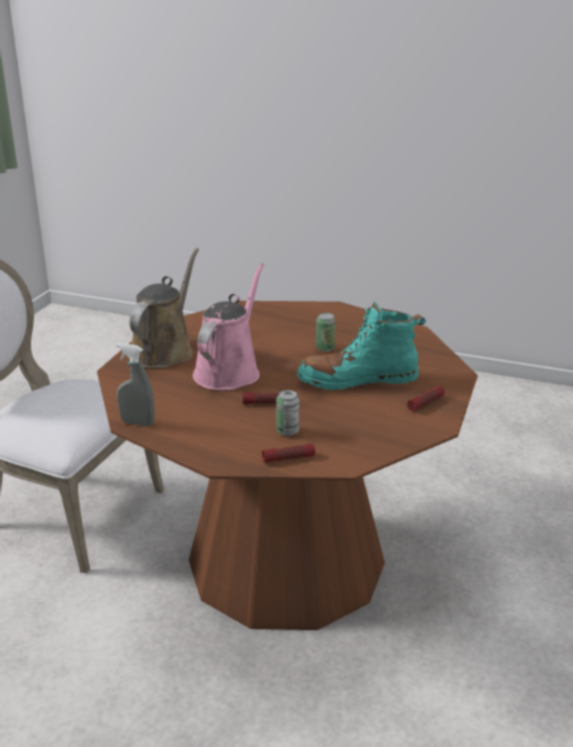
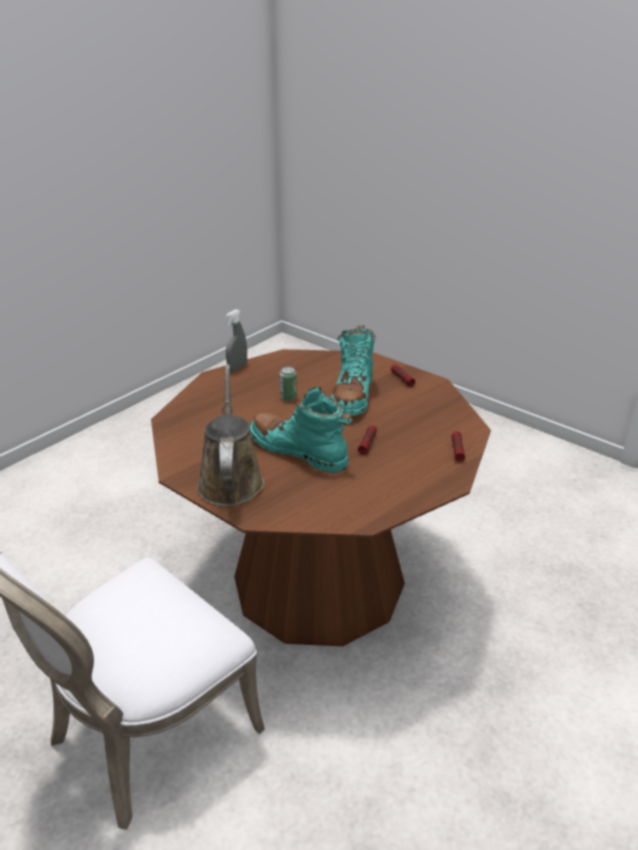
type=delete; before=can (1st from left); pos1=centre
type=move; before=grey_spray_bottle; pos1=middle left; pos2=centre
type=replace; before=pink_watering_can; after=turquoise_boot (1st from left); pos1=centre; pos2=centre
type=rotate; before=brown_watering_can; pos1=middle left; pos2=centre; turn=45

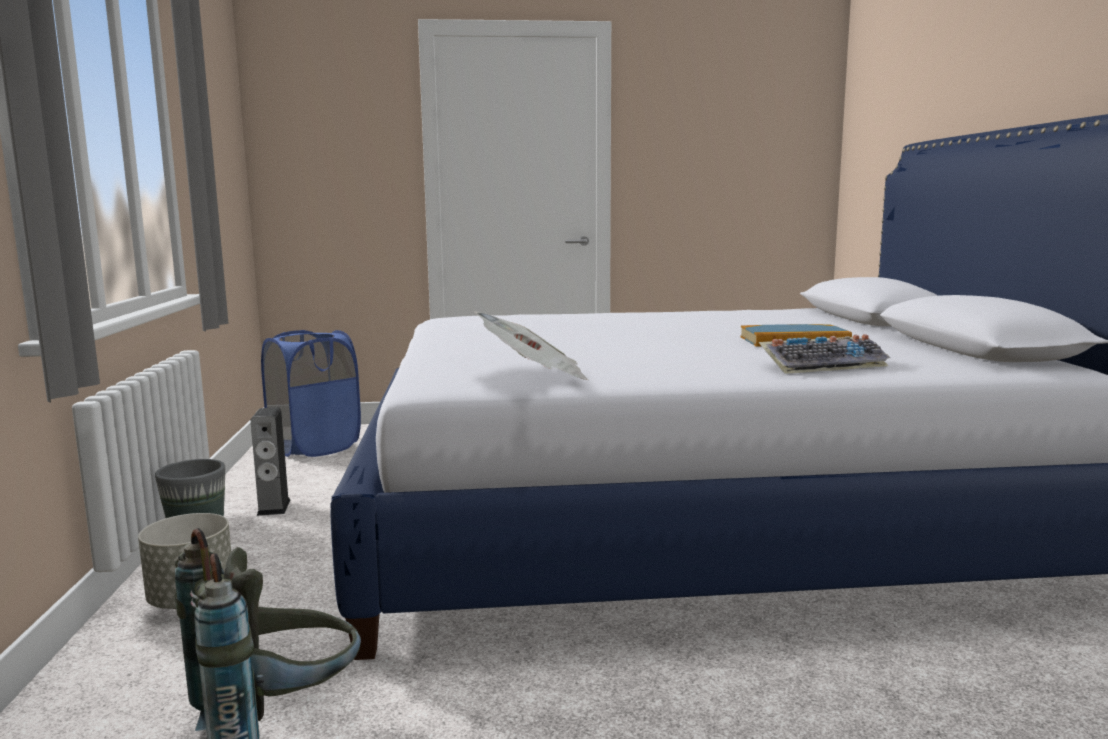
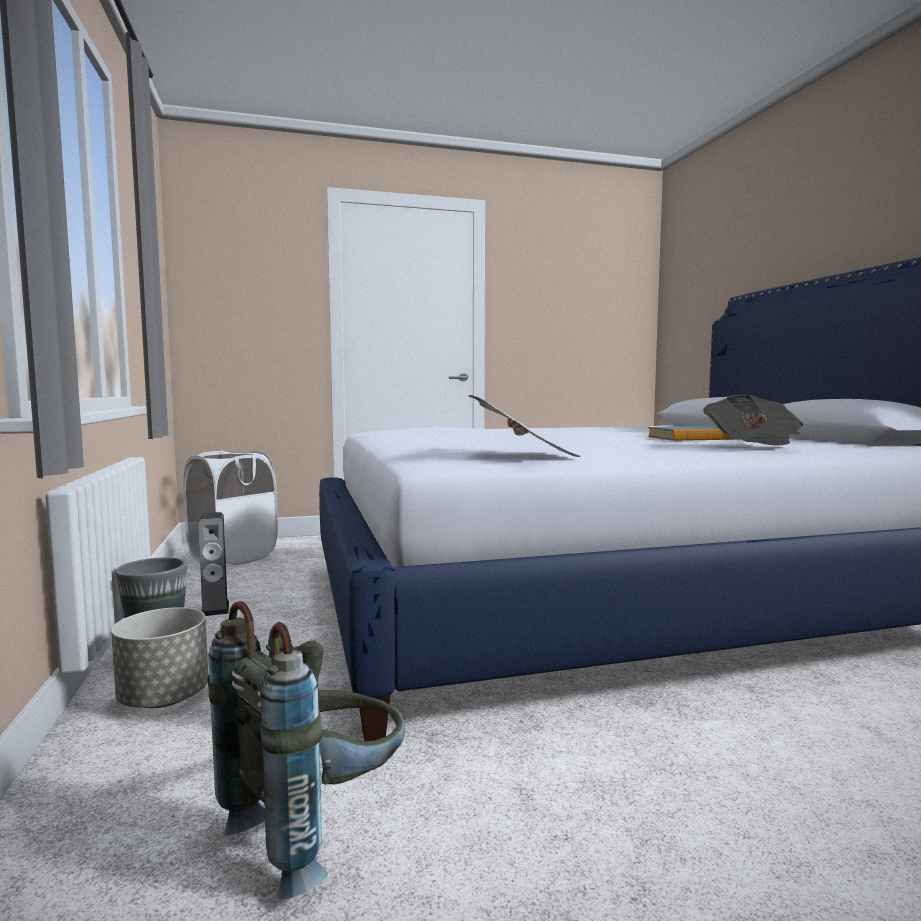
type=replace; before=keyboard; after=newspaper (2nd from left); pos1=middle right; pos2=middle right
type=recolor; before=blue_laundry_basket; after=white_laundry_basket; pos1=middle left; pos2=middle left

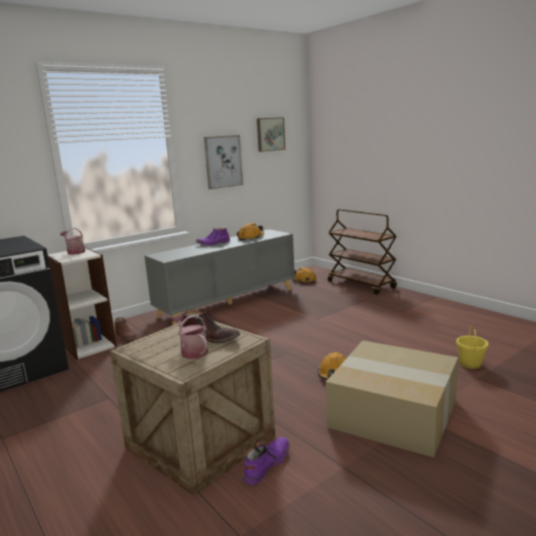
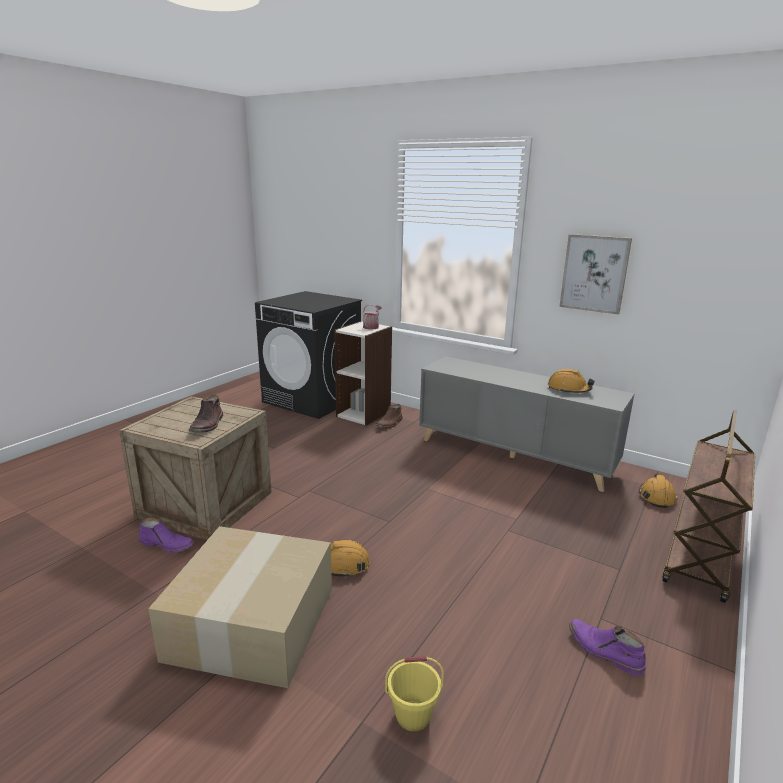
type=delete; before=watering_can (2nd from left); pos1=centre
type=delete; before=picture (2nd from left); pos1=top centre
type=move; before=purple_boot (1st from left in the first image); after=purple_boot (2nd from left); pos1=centre; pos2=bottom right

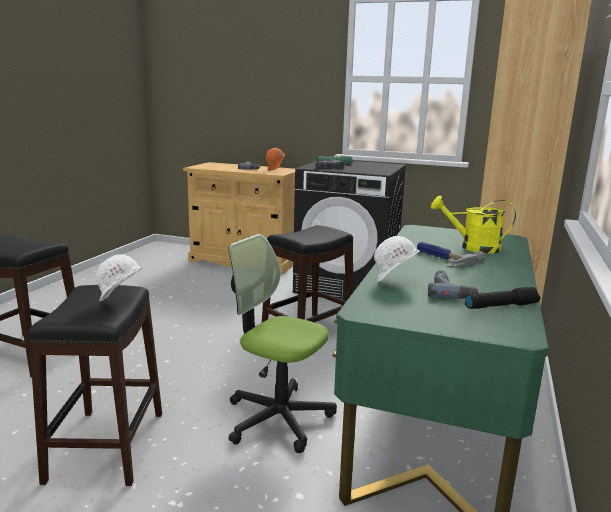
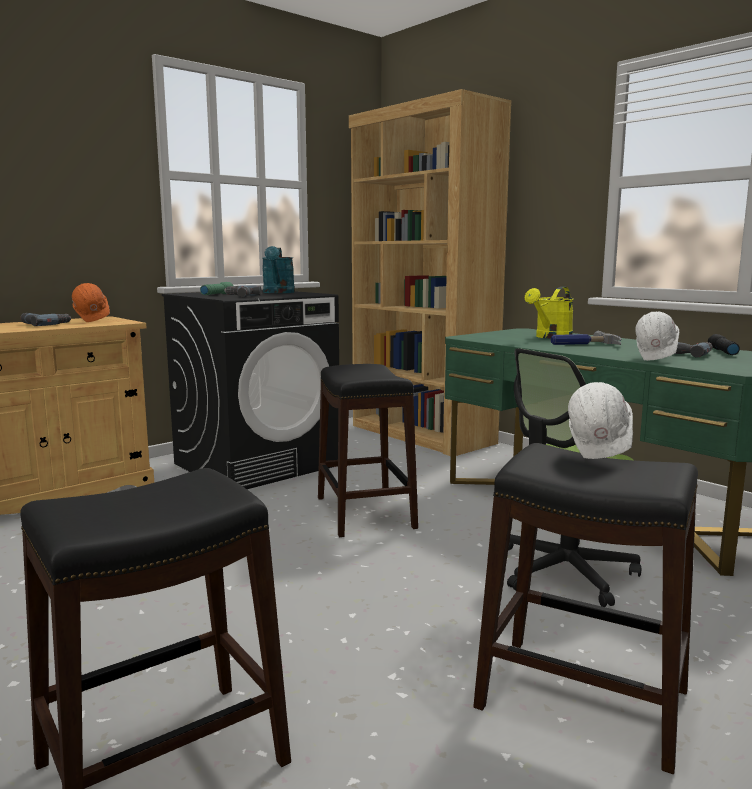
type=insert; after=turquoise_watering_can; pos2=centre

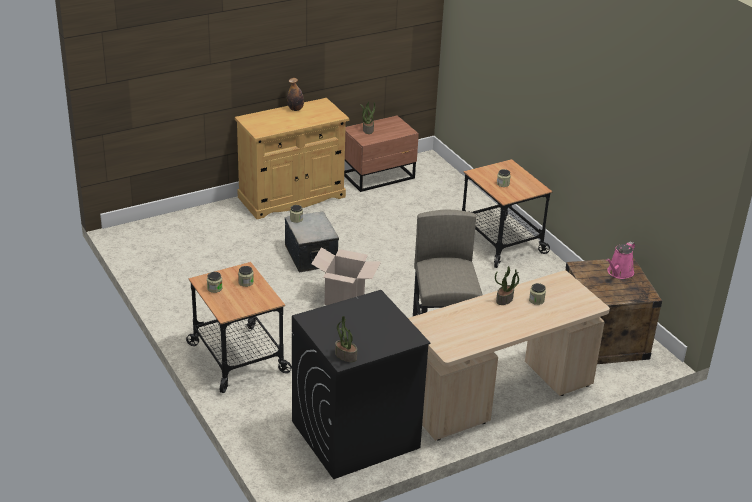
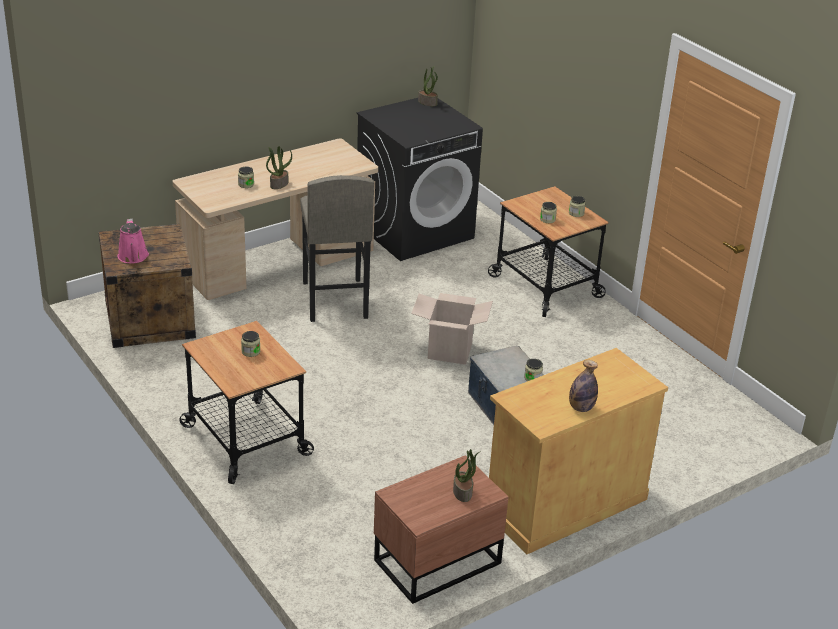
type=rotate; before=pink_watering_can; pos1=middle right; pos2=middle left; turn=135

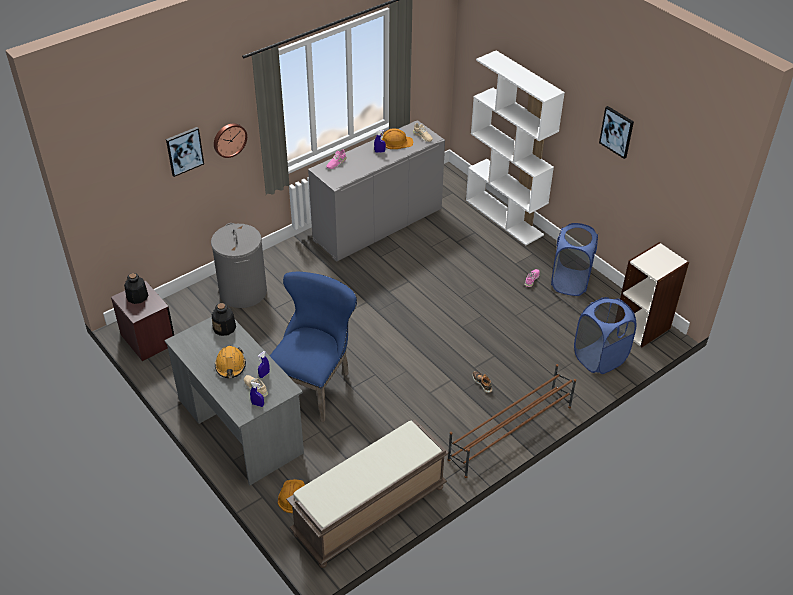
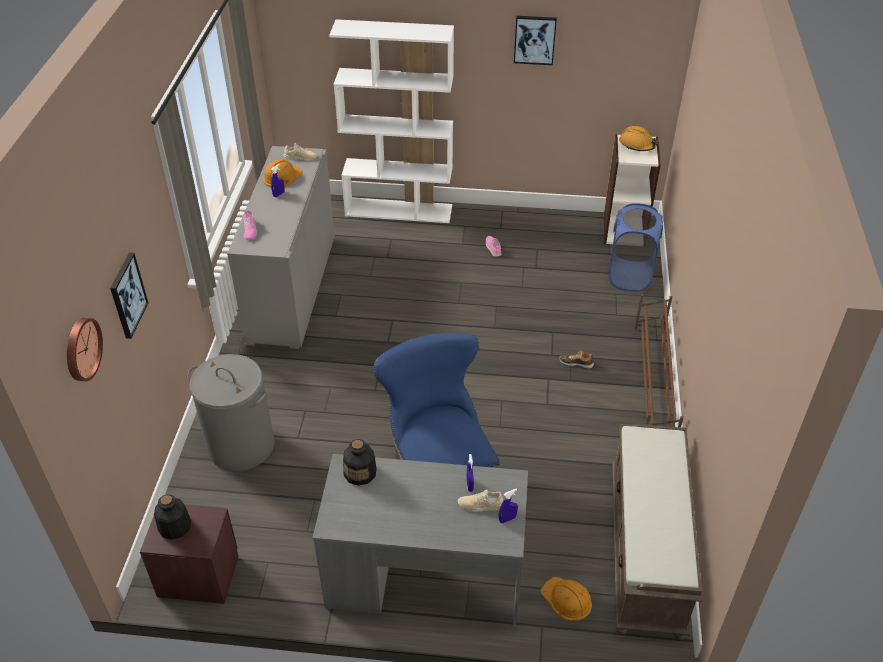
type=delete; before=blue_laundry_basket (1st from left); pos1=middle right
type=move; before=wall_clock; pos1=top left; pos2=middle left
type=move; before=orange_hard_hat (1st from left in the first image); after=orange_hard_hat (3rd from left); pos1=middle left; pos2=top right

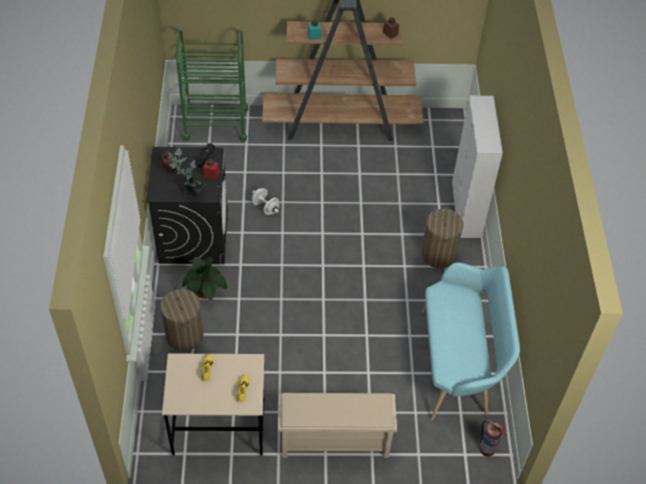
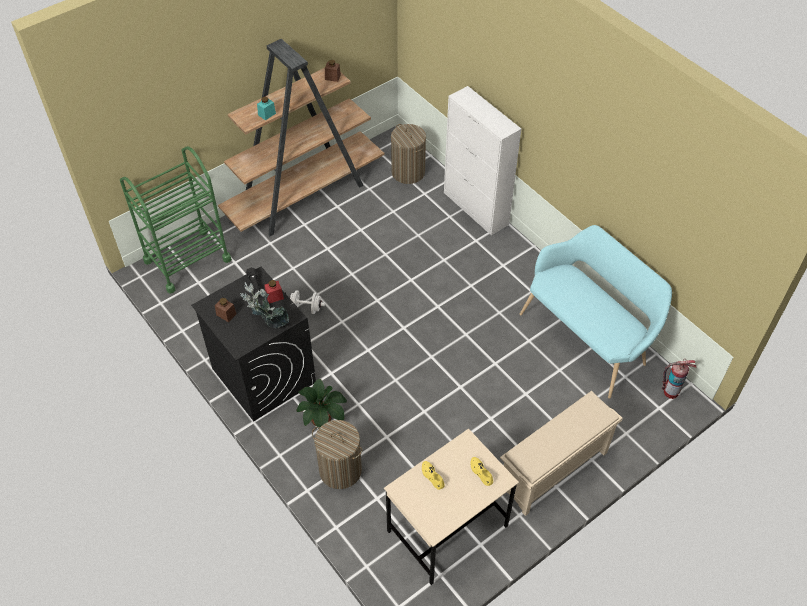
type=move; before=laundry_basket (2nd from left); pos1=middle right; pos2=top centre

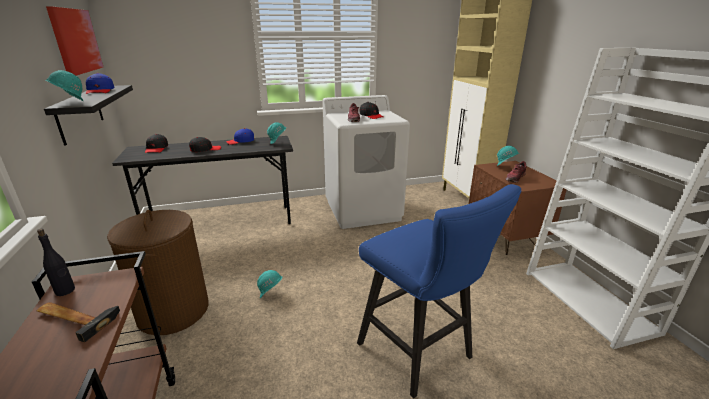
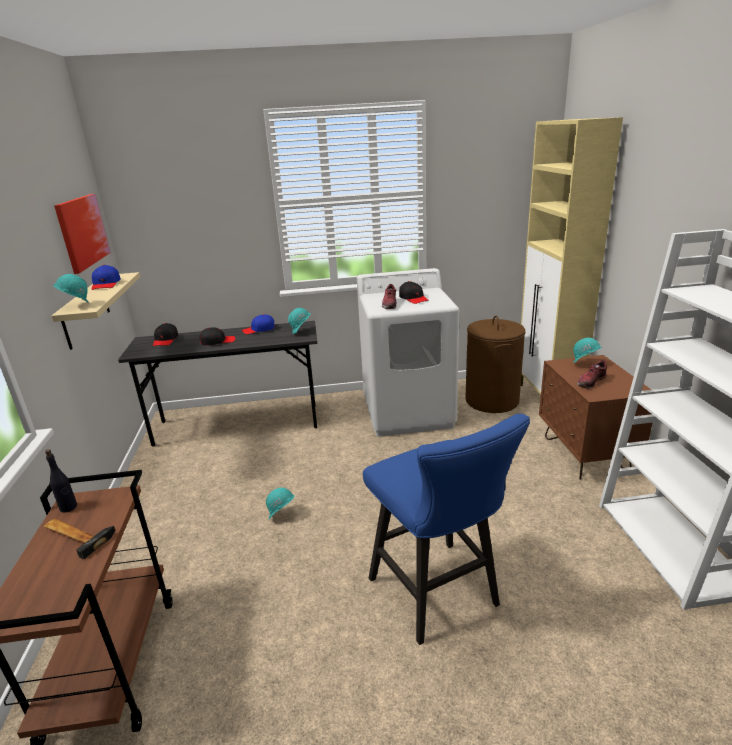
type=move; before=brown_laundry_basket; pos1=bottom left; pos2=middle right
type=recolor; before=black_shelf; after=beige_shelf; pos1=top left; pos2=middle left

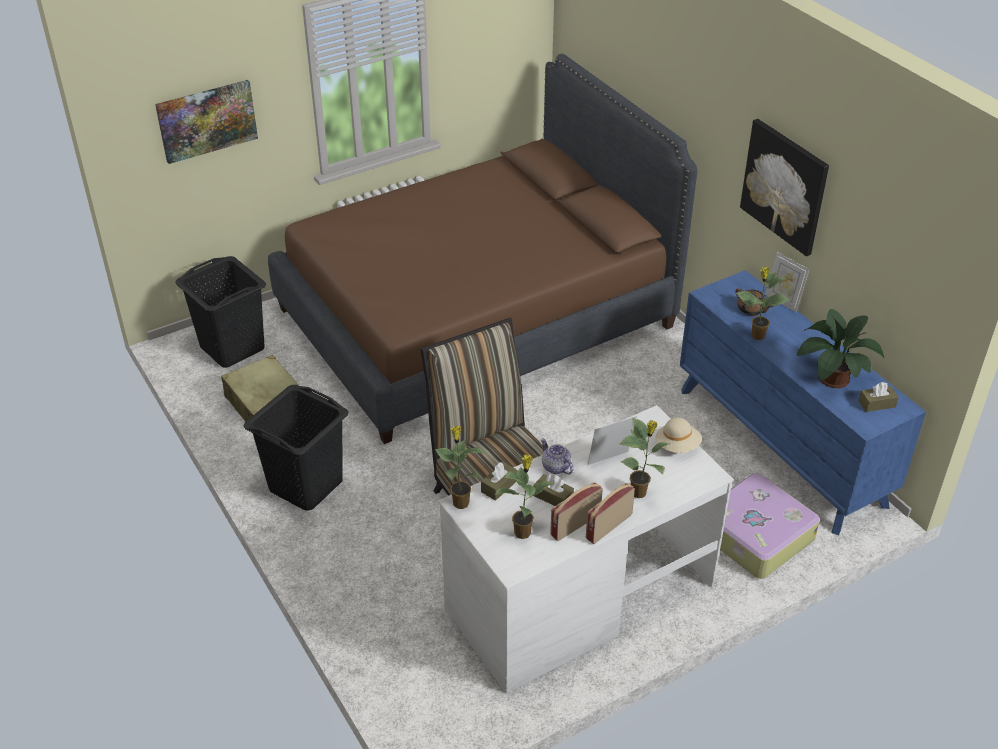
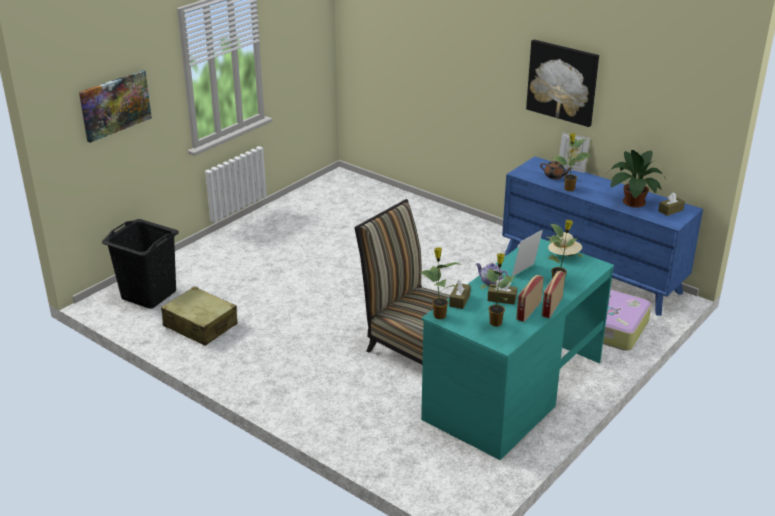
type=delete; before=black_laundry_basket (2nd from left); pos1=middle left
type=delete; before=brown_bed; pos1=top centre
type=recolor; before=white_desk; after=turquoise_desk; pos1=bottom centre; pos2=bottom right

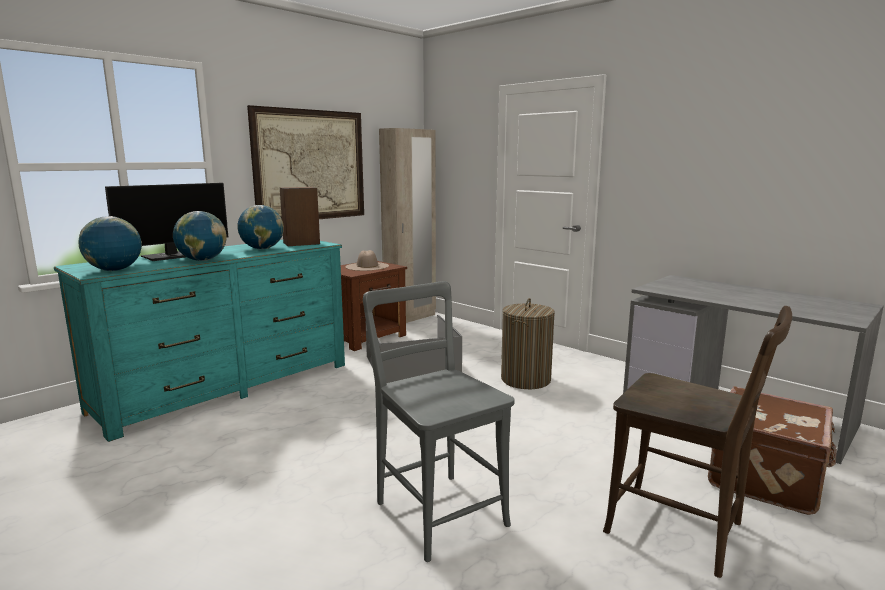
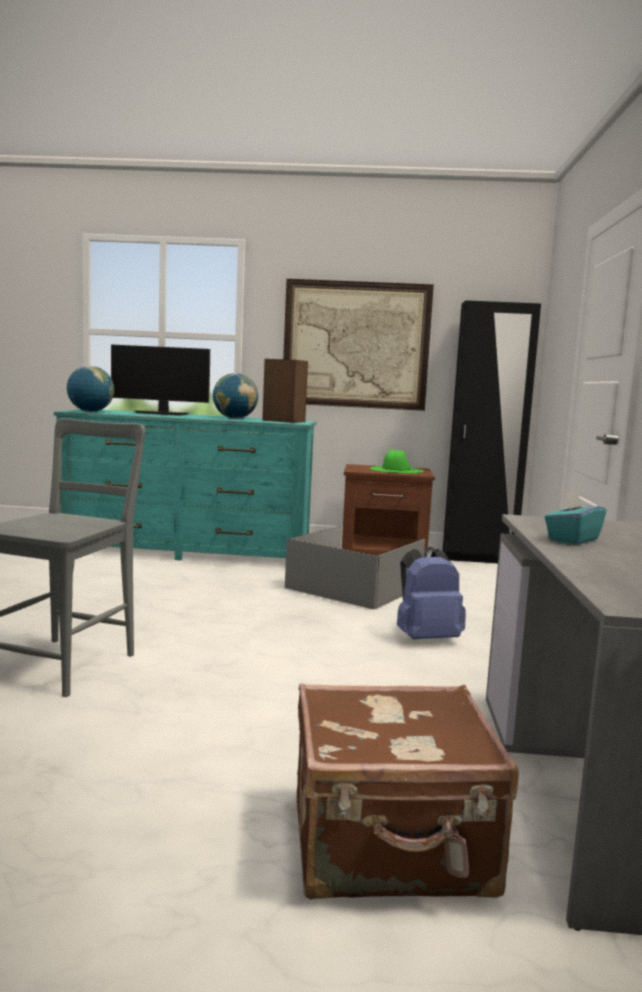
type=delete; before=globe (2nd from left); pos1=middle left
type=delete; before=brown_chair; pos1=bottom right
type=insert; after=turquoise_tissue_box; pos2=middle right
type=replace; before=laundry_basket; after=blue_backpack; pos1=centre; pos2=middle right
type=recolor; before=beige_hat; after=green_hat; pos1=centre; pos2=centre
type=recolor; before=beige_wardrobe; after=black_wardrobe; pos1=centre; pos2=middle right

